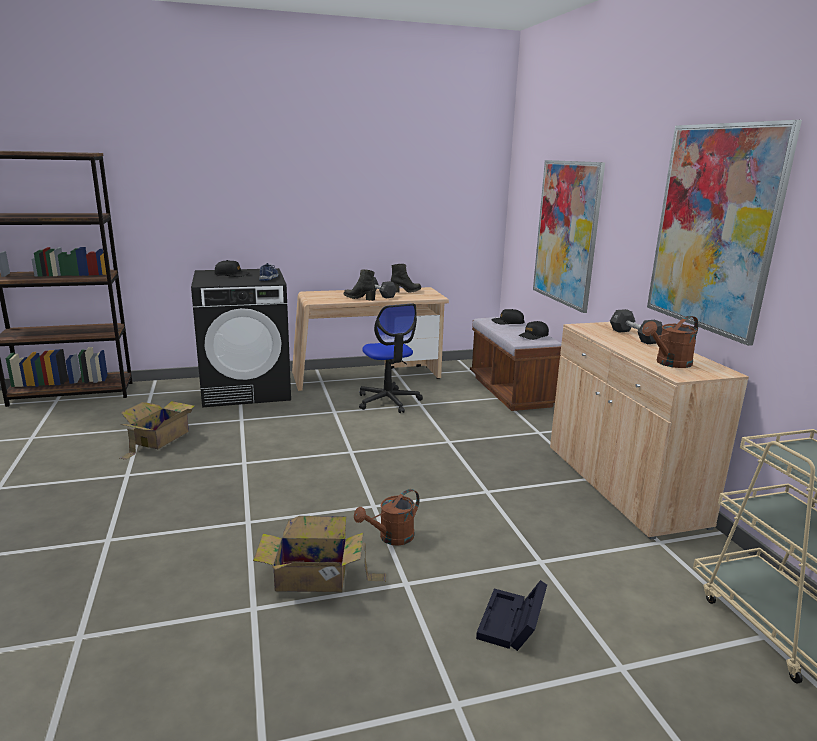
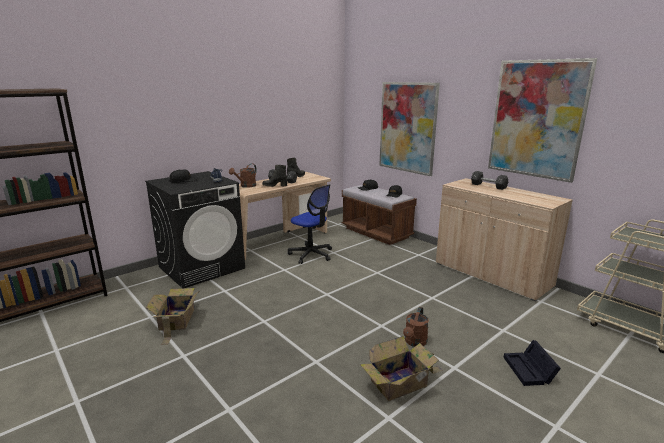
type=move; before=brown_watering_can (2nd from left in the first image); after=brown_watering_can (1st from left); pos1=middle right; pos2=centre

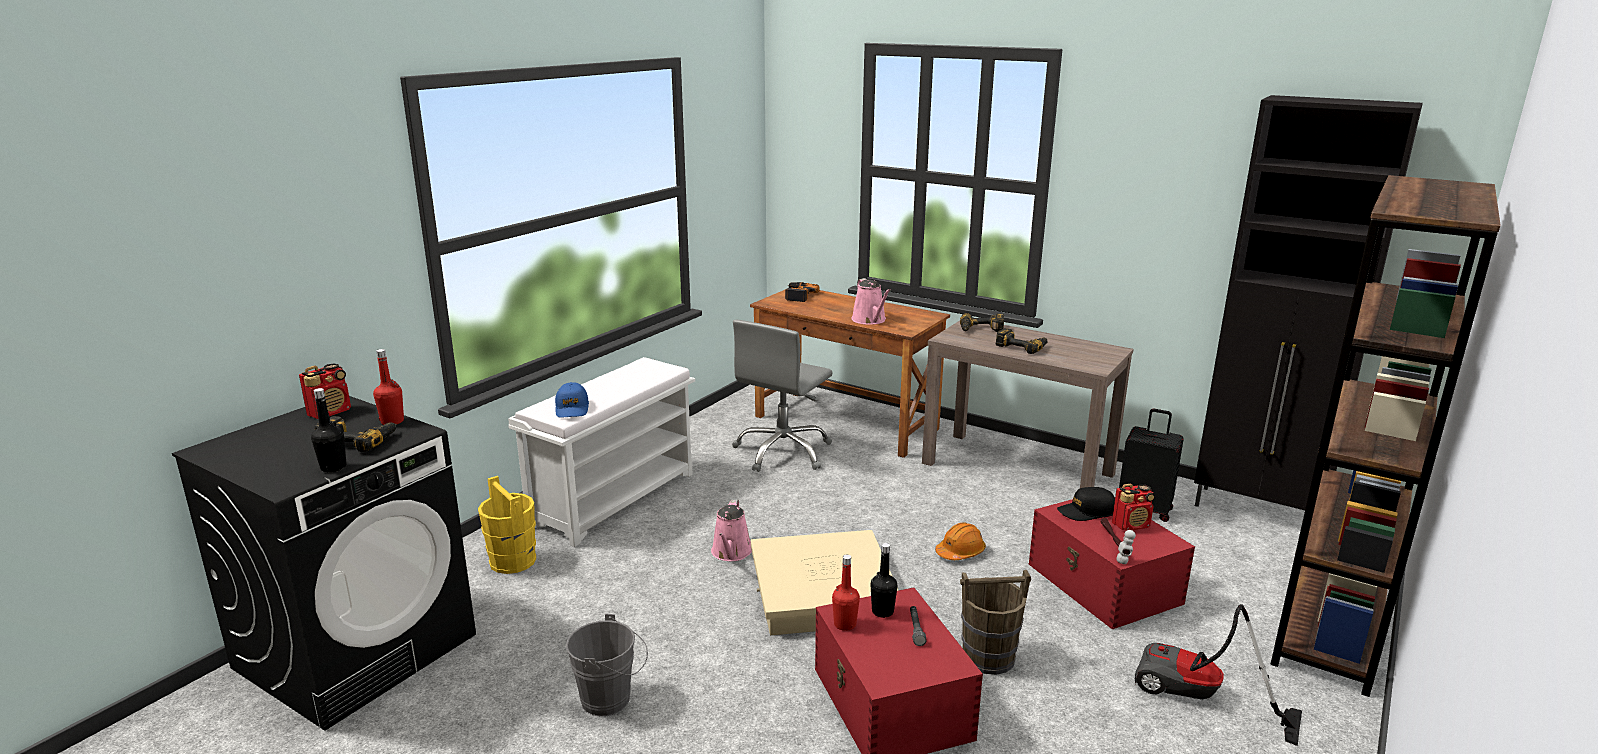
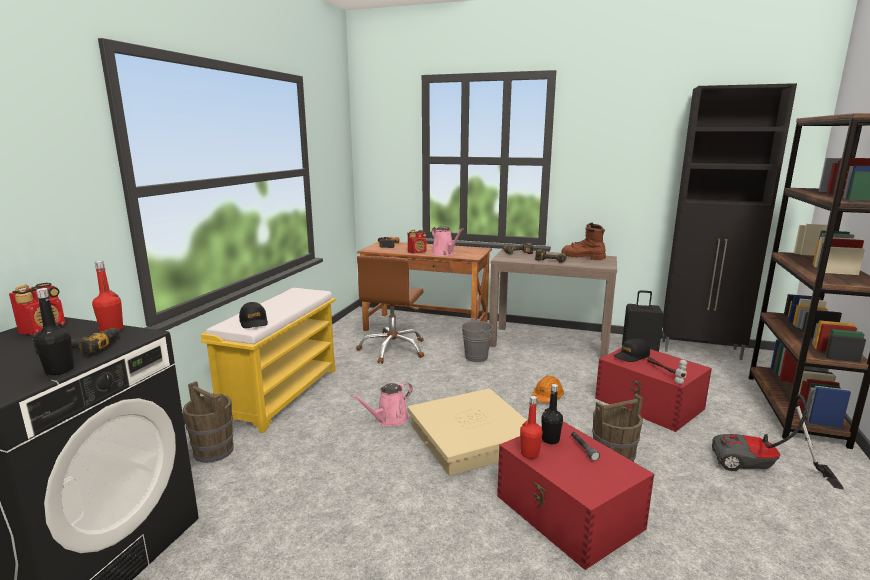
type=insert; after=brown_boot; pos2=middle right
type=move; before=grey_bucket; pos1=bottom centre; pos2=centre
type=move; before=radio (2nd from left); pos1=bottom right; pos2=centre
type=recolor; before=yellow_bucket; after=brown_bucket (1st from left); pos1=bottom left; pos2=bottom left
type=recolor; before=white_bench; after=yellow_bench; pos1=centre; pos2=middle left
type=recolor; before=blue_cap; after=black_cap (1st from left); pos1=centre; pos2=middle left
type=recolor; before=grey_office_chair; after=brown_office_chair; pos1=centre; pos2=centre
type=rotate; before=pink_watering_can (1st from left); pos1=bottom centre; pos2=bottom centre; turn=60

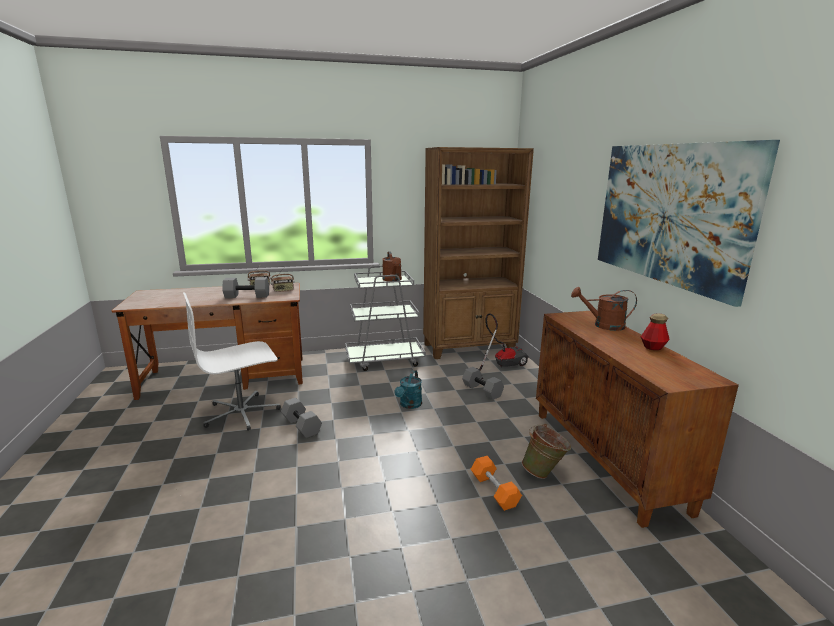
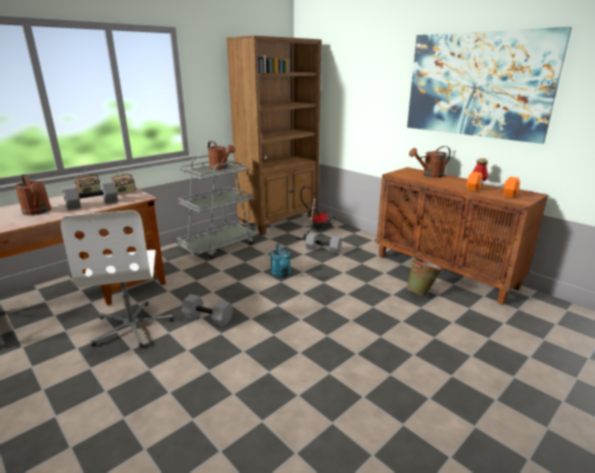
type=insert; after=brown_watering_can (1st from left); pos2=middle left
type=move; before=orange_dumbbell; pos1=bottom centre; pos2=middle right
type=rotate; before=white_office_chair; pos1=middle left; pos2=middle left; turn=-45

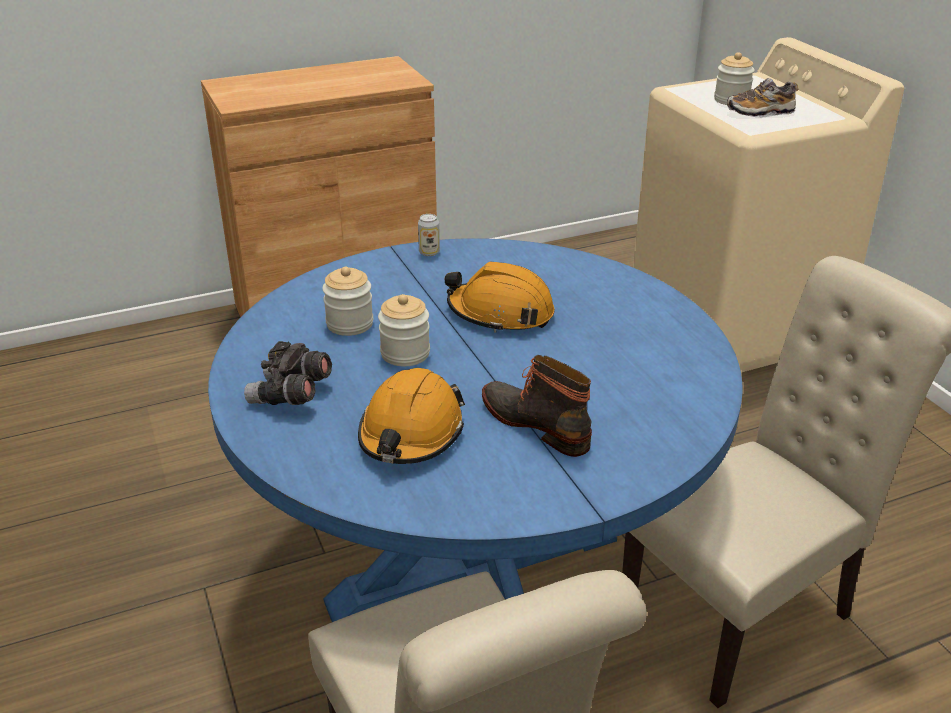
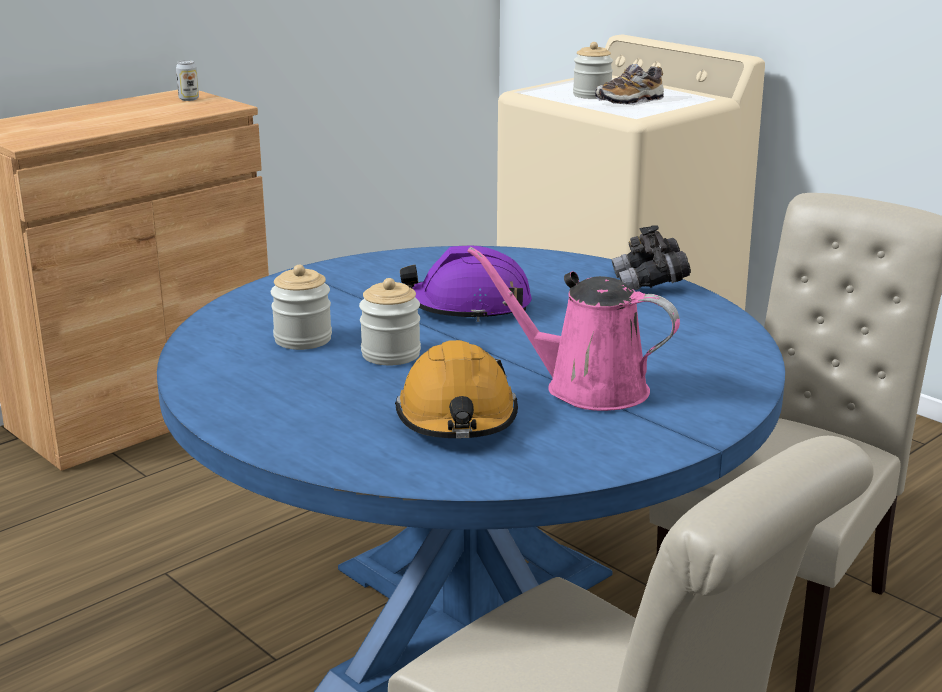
type=move; before=grey_binoculars; pos1=middle left; pos2=middle right
type=move; before=can; pos1=top centre; pos2=top left
type=replace; before=boot; after=pink_watering_can; pos1=centre; pos2=centre
type=recolor; before=orange_hard_hat (2nd from left); after=purple_hard_hat; pos1=centre; pos2=centre

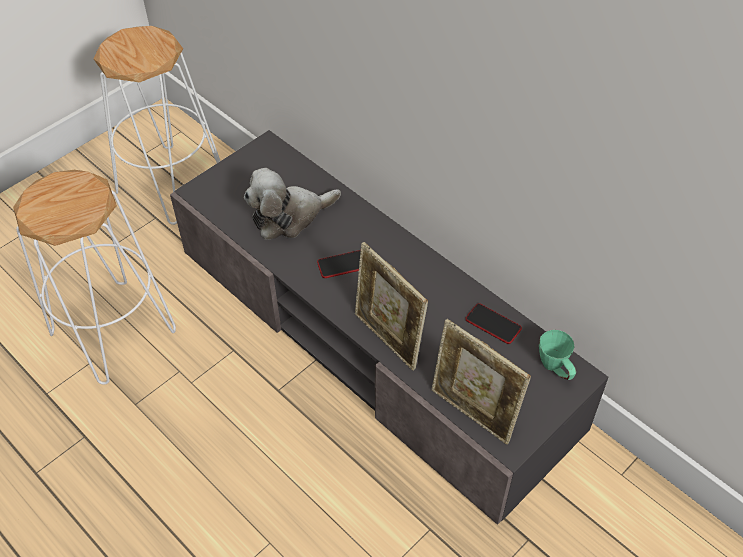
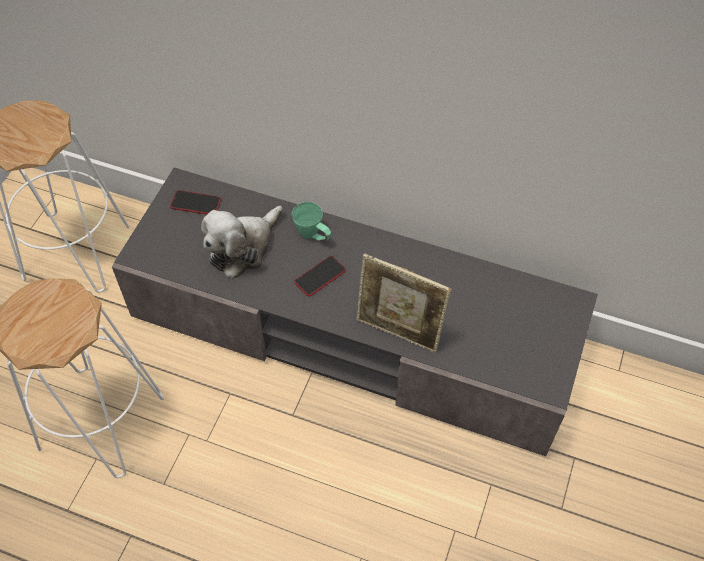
type=delete; before=picture_frame (2nd from left); pos1=bottom centre
type=move; before=phone (2nd from left in the first image); after=phone (1st from left); pos1=centre; pos2=middle left
type=move; before=green_mug; pos1=middle right; pos2=centre

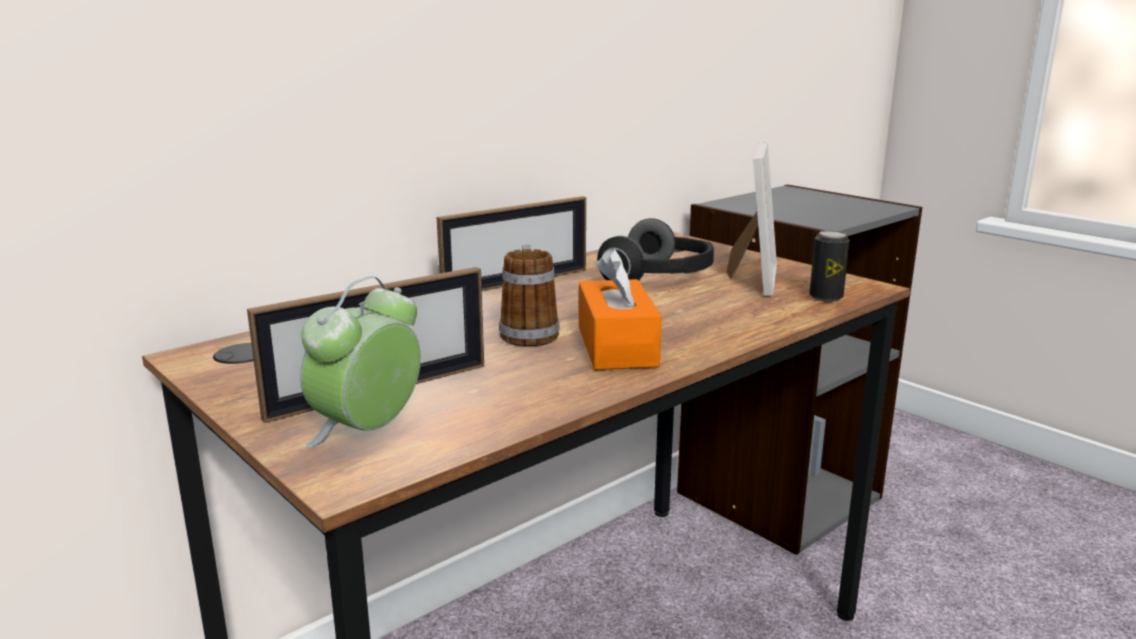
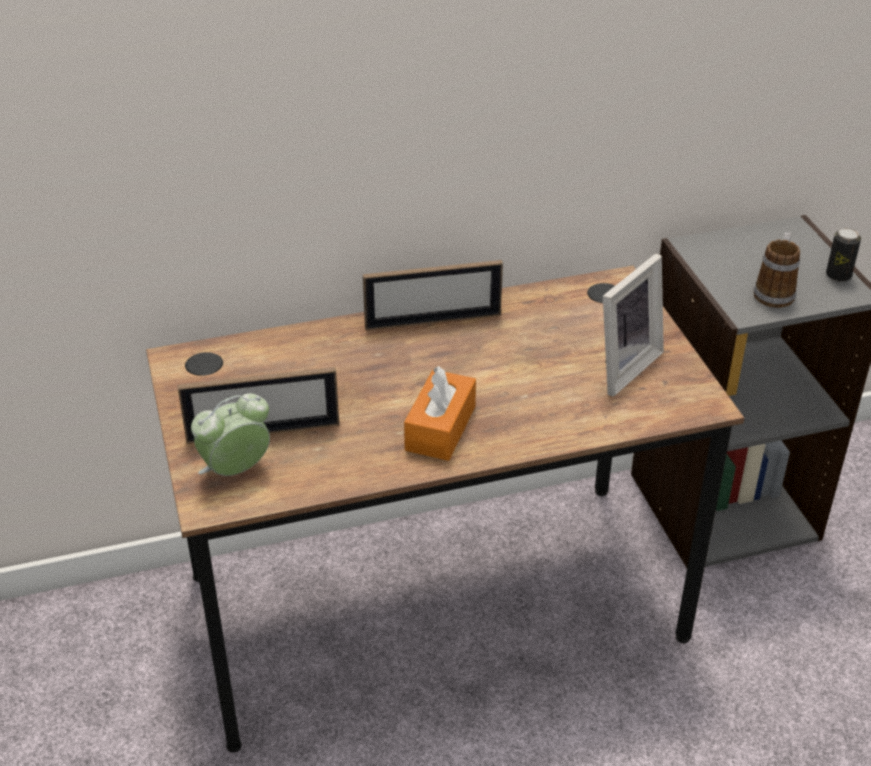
type=delete; before=headphones; pos1=centre
type=move; before=mug; pos1=centre; pos2=middle right
type=move; before=can; pos1=middle right; pos2=top right

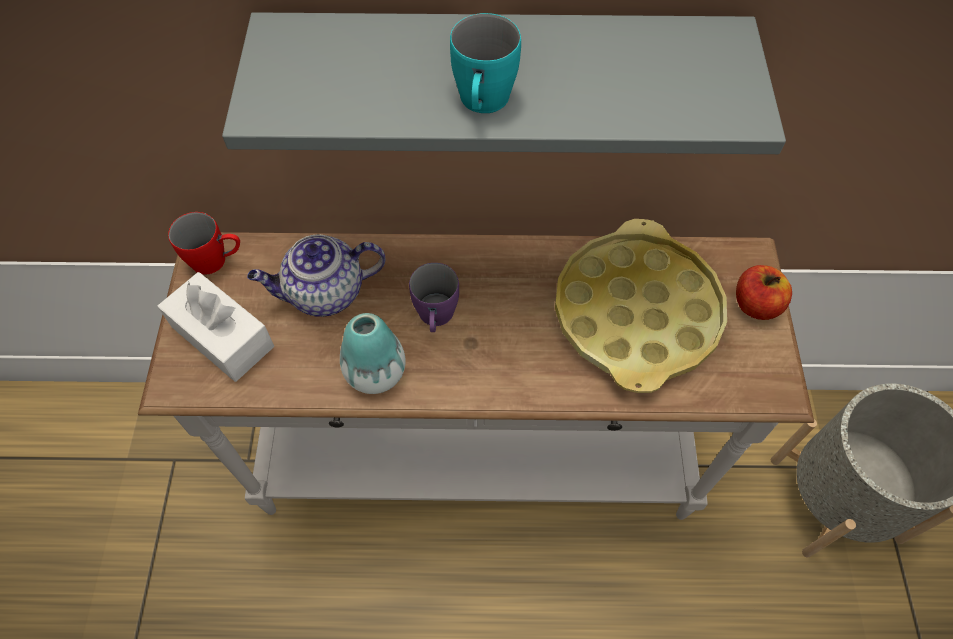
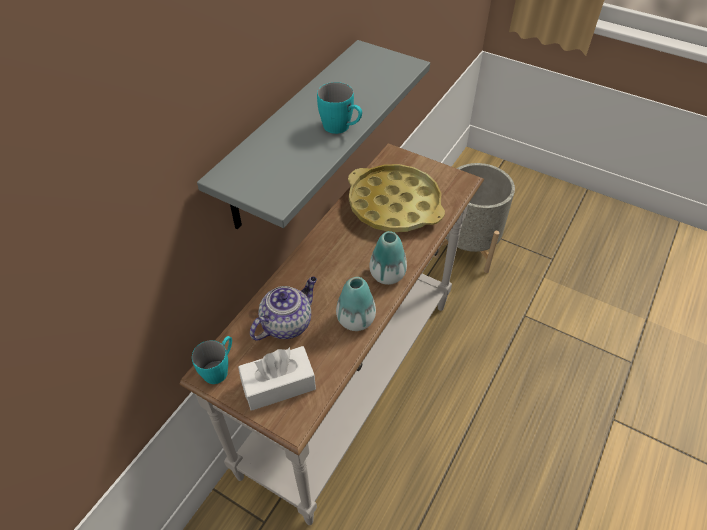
type=delete; before=purple_mug; pos1=centre
type=delete; before=apple; pos1=middle right
type=insert; after=vase (2nd from left); pos2=centre
type=recolor; before=red_mug; after=turquoise_mug (1st from left); pos1=middle left; pos2=bottom left
type=rotate; before=teapot; pos1=middle left; pos2=centre; turn=-150

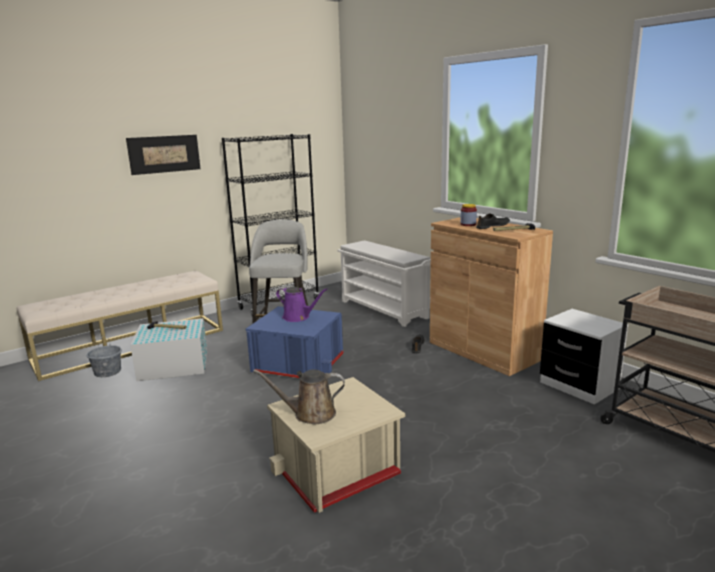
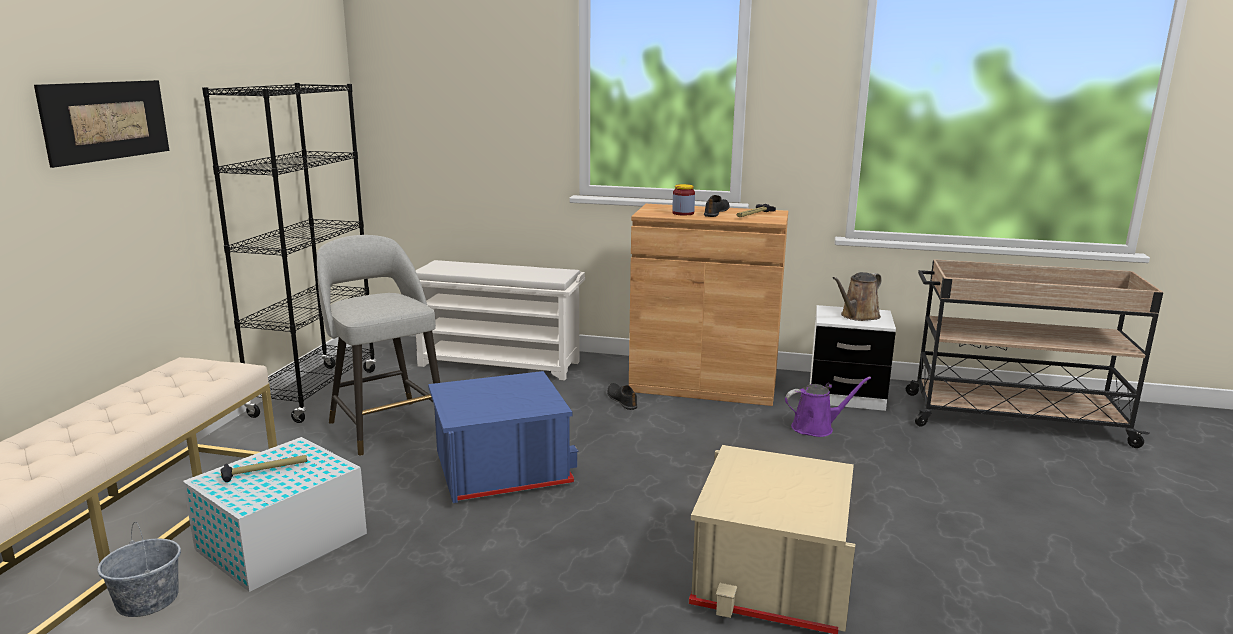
type=move; before=brown_watering_can; pos1=bottom centre; pos2=middle right
type=move; before=purple_watering_can; pos1=centre; pos2=middle right

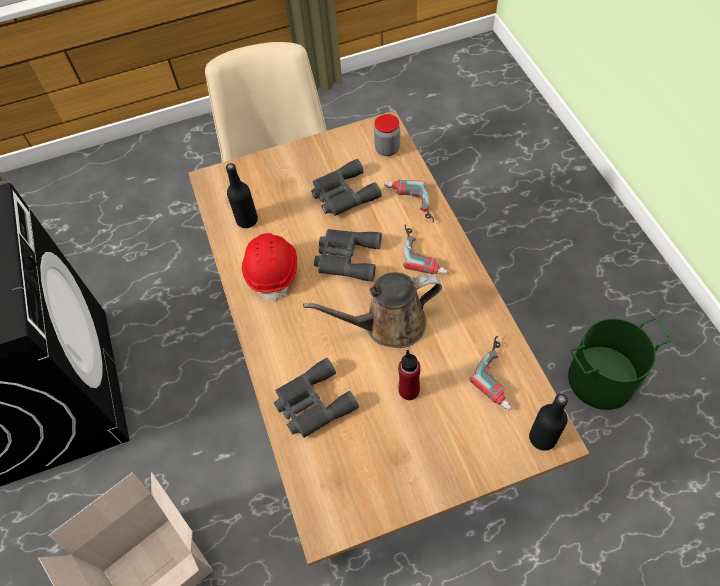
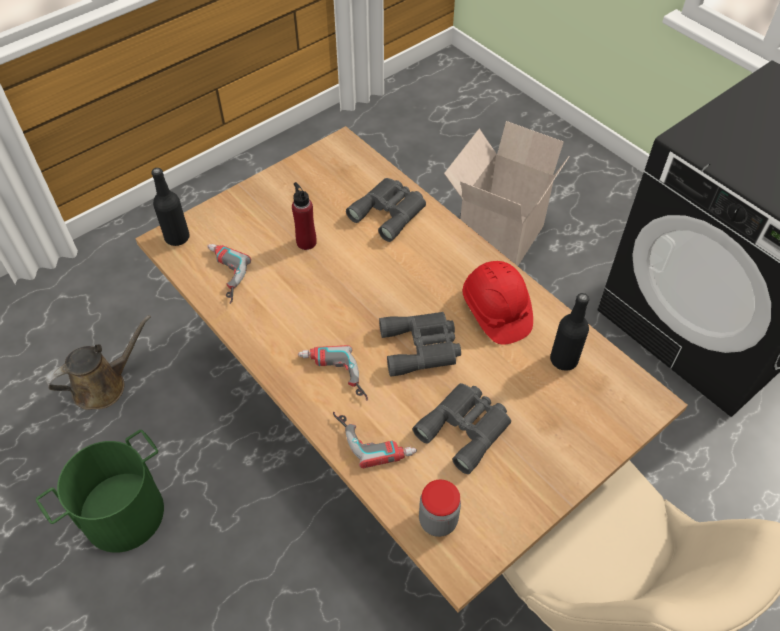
type=move; before=brown_watering_can; pos1=centre; pos2=middle left

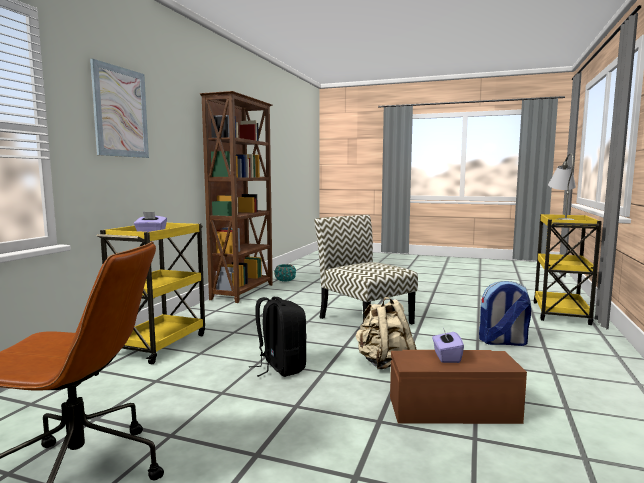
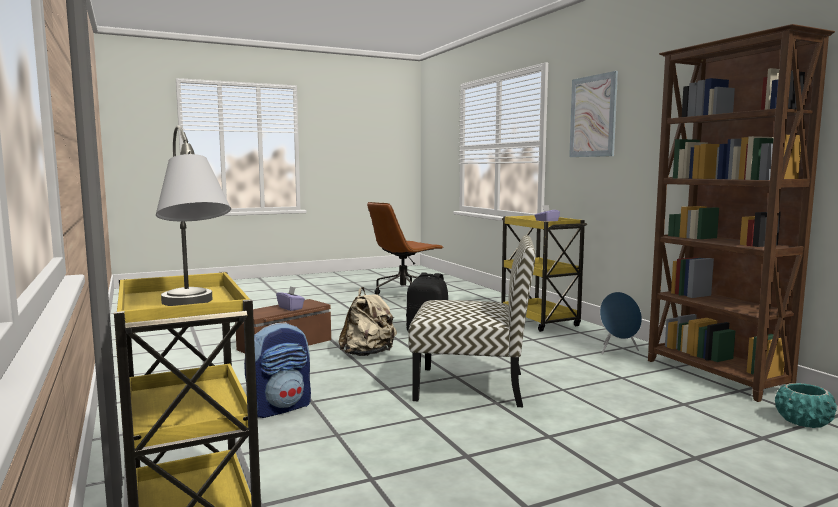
type=insert; after=blue_speaker; pos2=middle right

